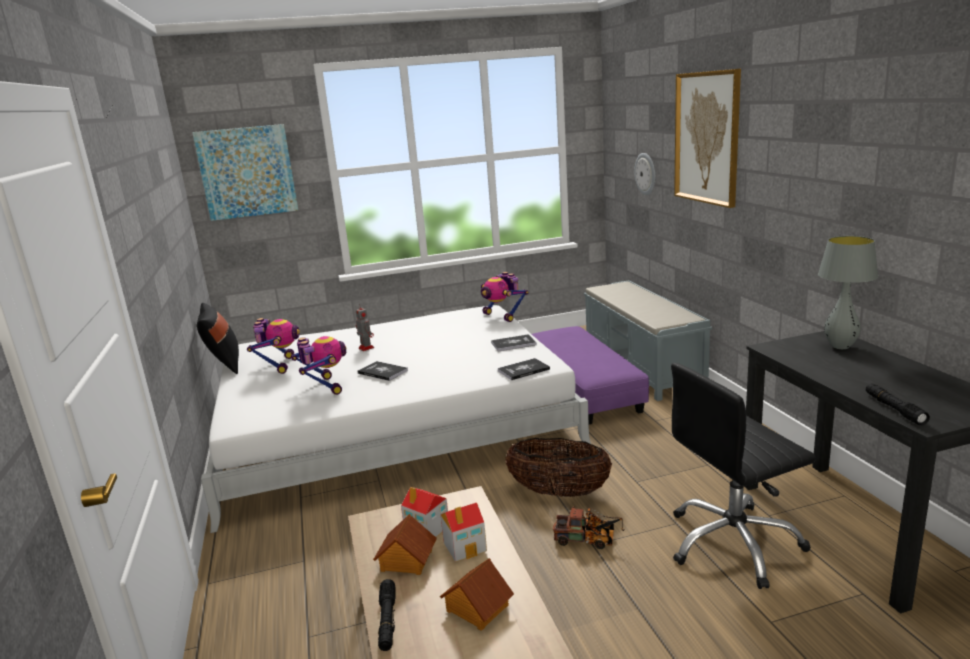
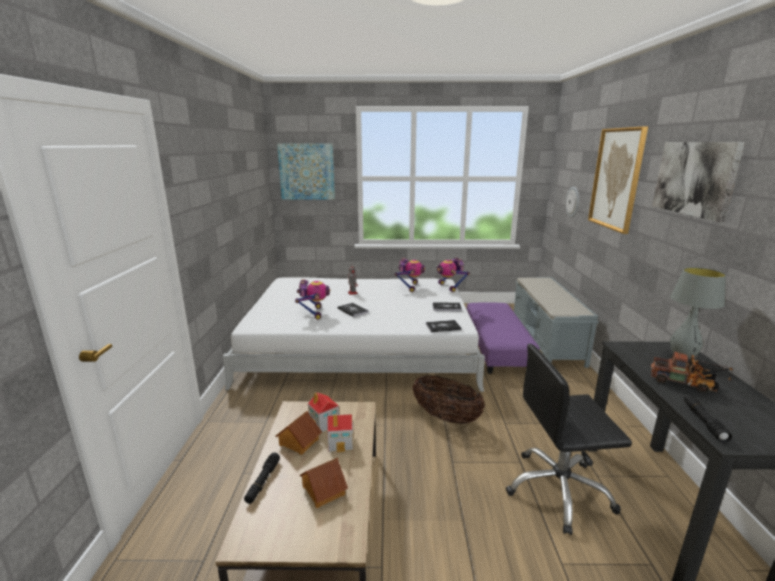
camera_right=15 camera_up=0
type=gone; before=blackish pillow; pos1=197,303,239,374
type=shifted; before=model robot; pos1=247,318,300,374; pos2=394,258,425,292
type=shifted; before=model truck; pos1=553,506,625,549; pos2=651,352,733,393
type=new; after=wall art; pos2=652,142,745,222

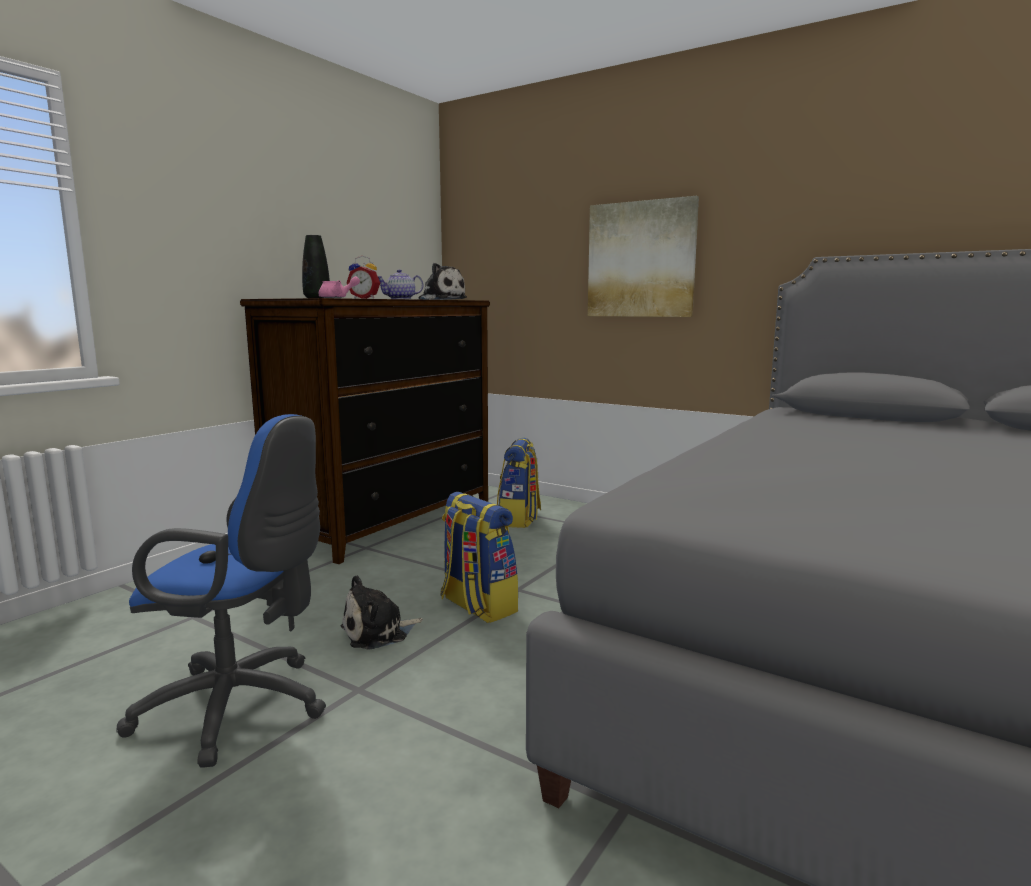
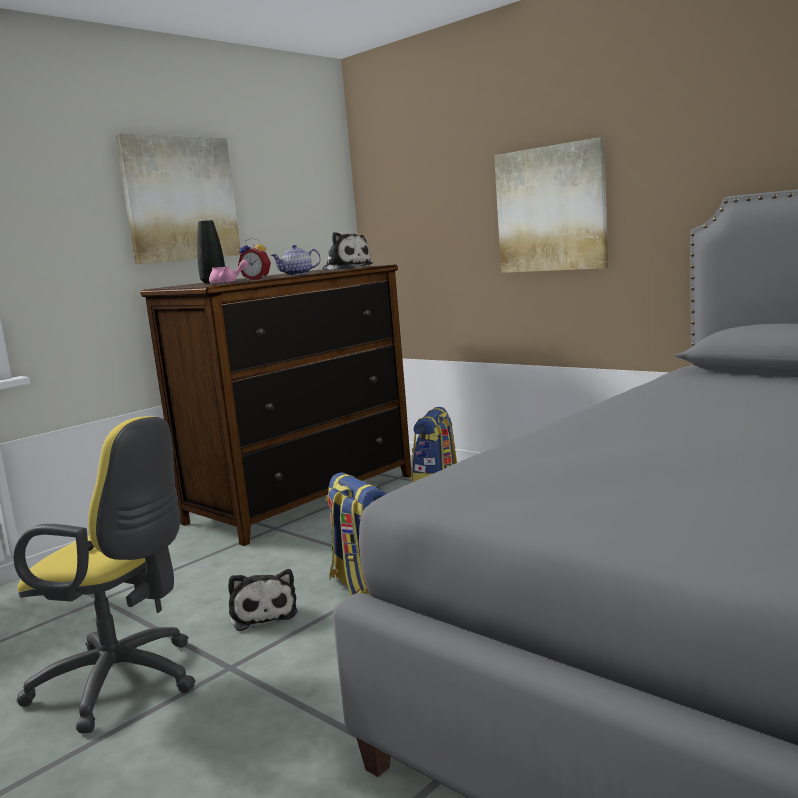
camera_right=10 camera_up=0
type=repainted; before=bluish desk chair; after=yellow-coloured desk chair; pos1=116,414,326,768; pos2=13,416,196,733
type=rotated; before=cuddly toy; pos1=341,575,423,650; pos2=228,569,298,631; turn=-90
type=new; after=wall art; pos2=116,134,241,264

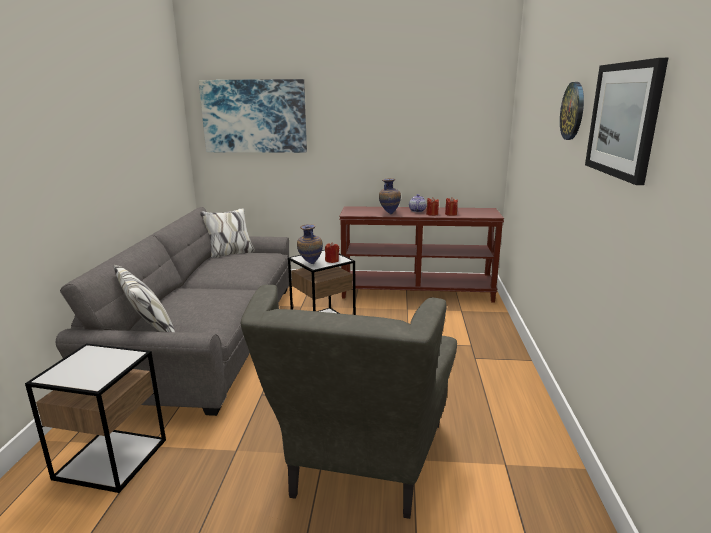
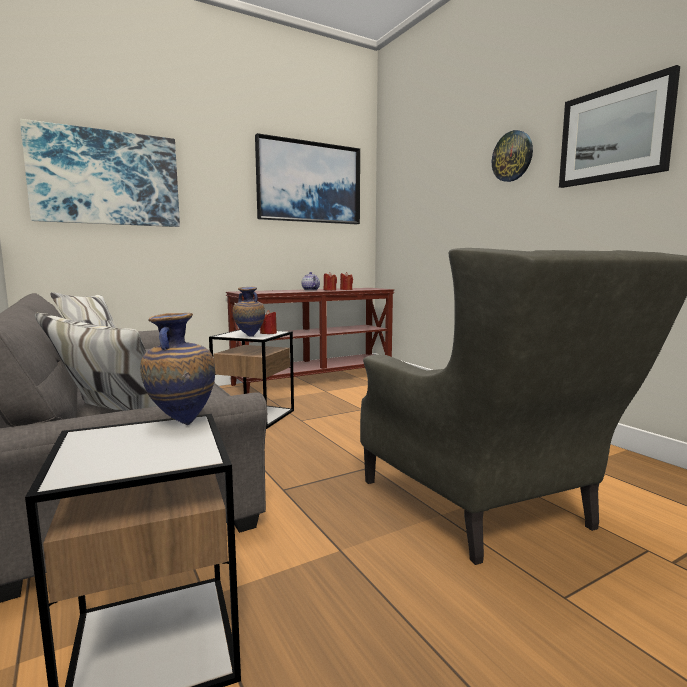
camera_right=-35 camera_up=-10
type=shifted; before=flower vase; pos1=379,178,401,214; pos2=140,313,215,425
type=new; after=wall art; pos2=255,133,360,224

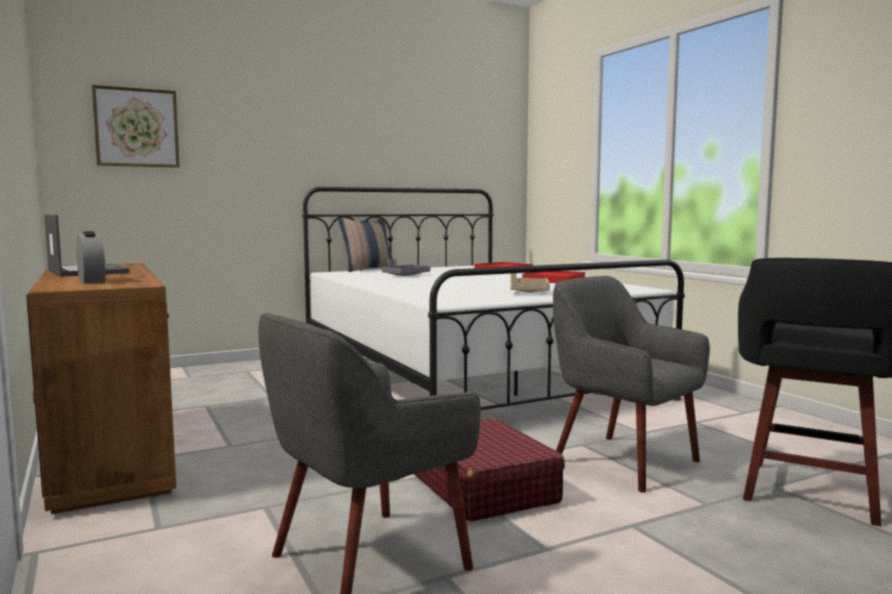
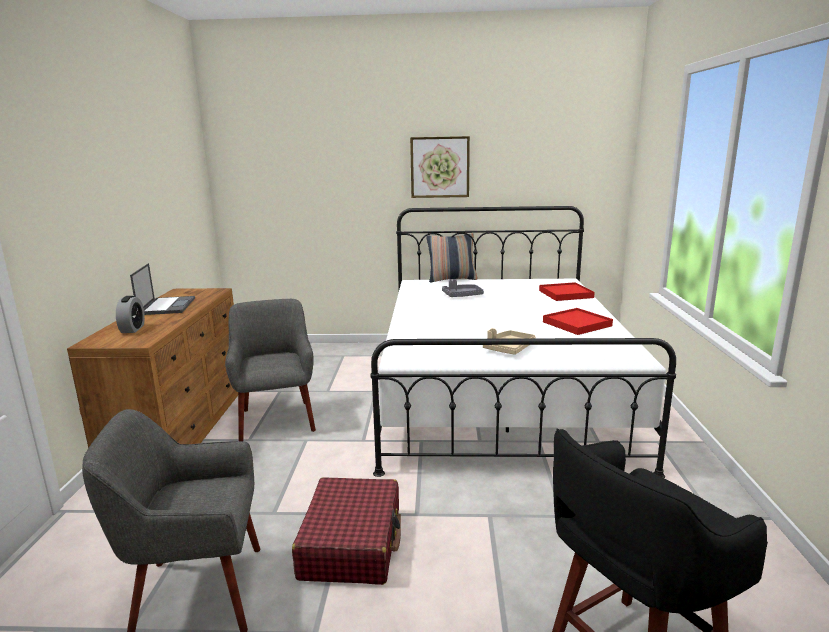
camera_right=30 camera_up=10
type=shifted; before=wall art; pos1=92,85,180,168; pos2=410,136,470,198
type=shifted; before=greyish easy chair; pos1=553,276,710,493; pos2=225,299,316,441

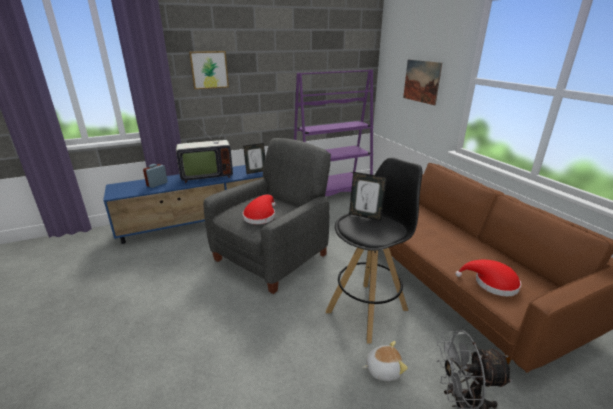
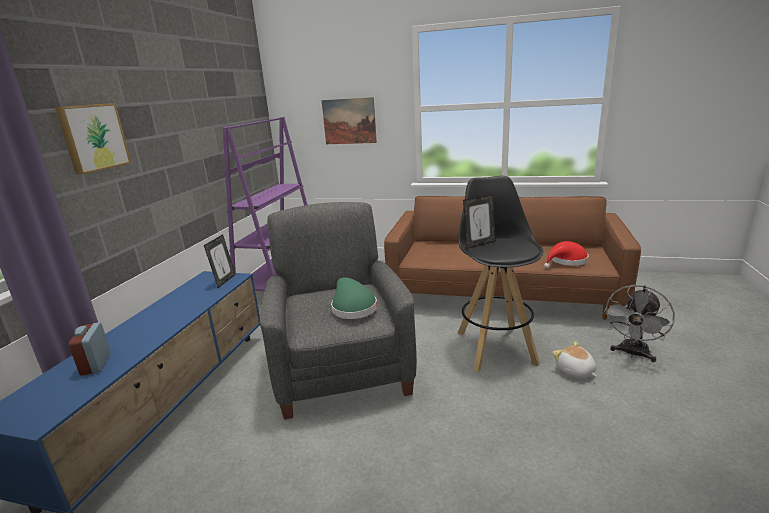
camera_right=-50 camera_up=-5
type=gone; before=television; pos1=176,117,233,183
type=repainted; before=reddish hat; after=green hat; pos1=243,195,276,224; pos2=331,277,377,319
type=rotated; before=cuddly toy; pos1=362,341,408,381; pos2=552,342,597,379; turn=-60

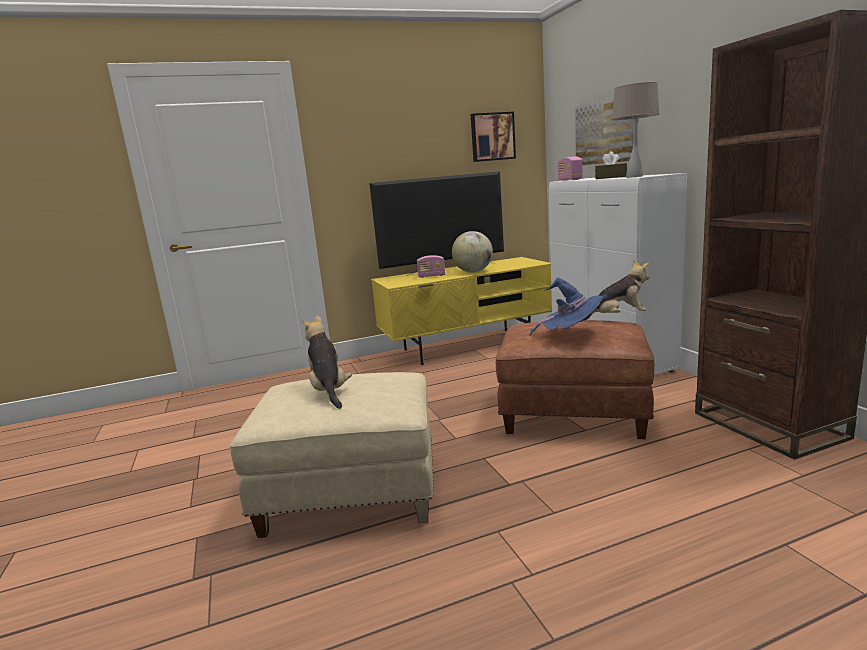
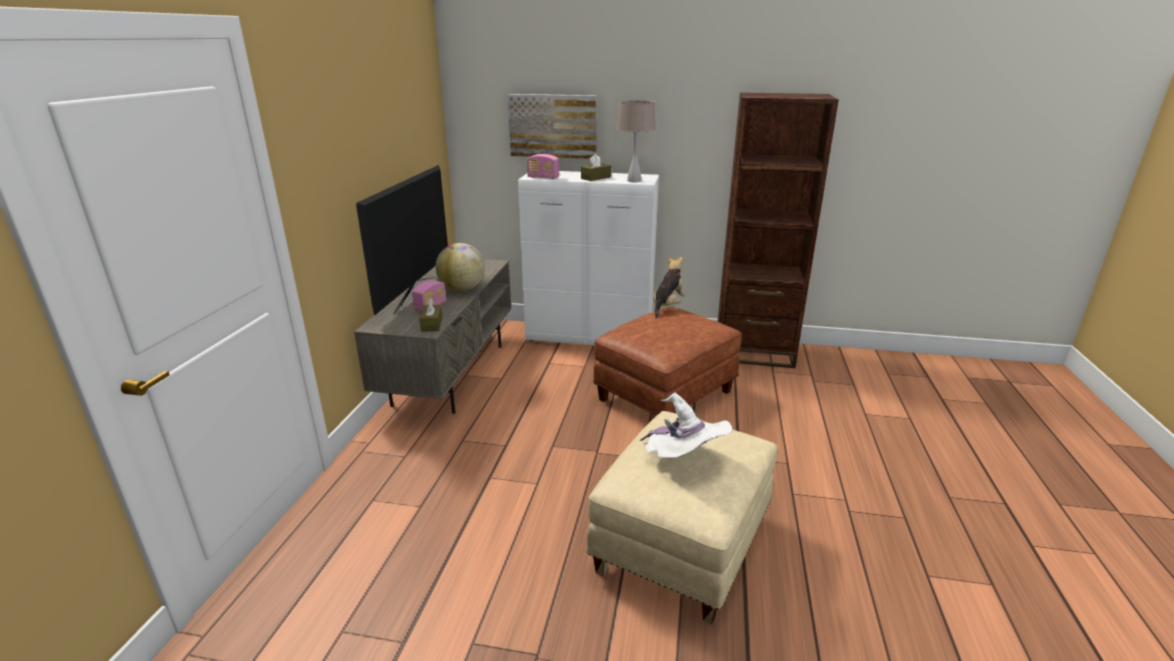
camera_right=-60 camera_up=10
type=swapped; before=cuddly toy; after=white hat; pos1=302,315,352,409; pos2=640,392,733,458
type=repainted; before=yellow-coloured tv stand; after=greyish tv stand; pos1=371,257,552,365; pos2=354,259,511,414
type=gone; before=wall art; pos1=471,112,516,162
type=gone; before=bluish hat; pos1=529,278,607,336
type=new; after=brown-coloured tissue box; pos2=419,298,442,332

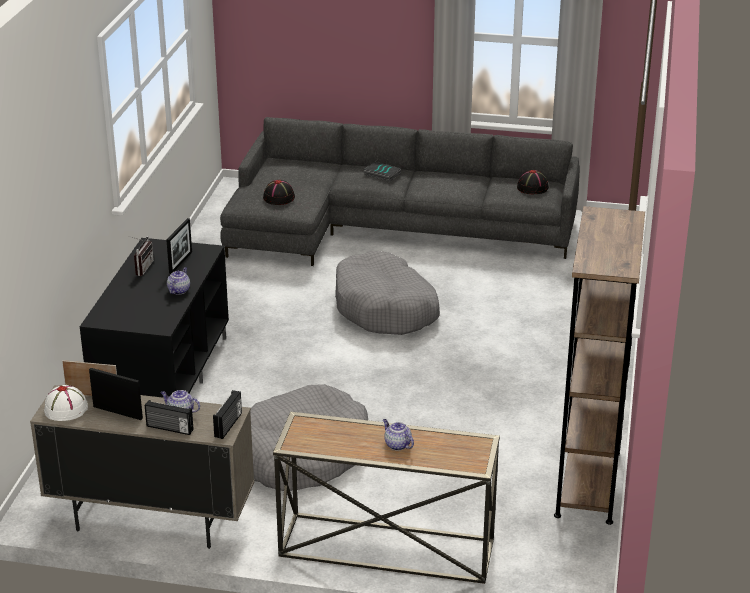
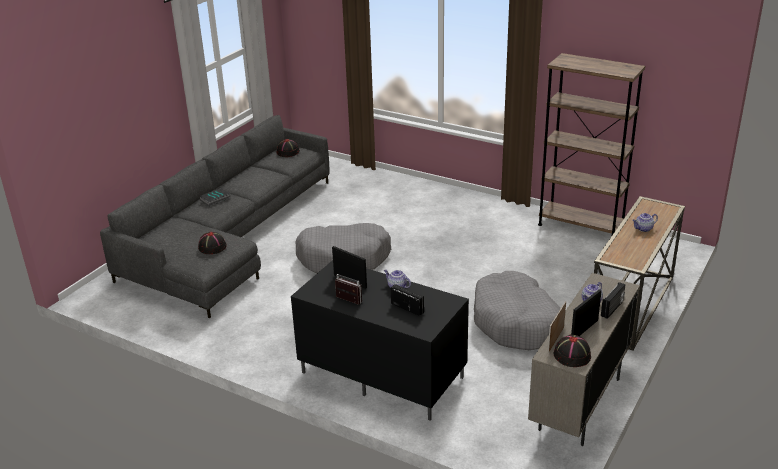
camera_right=-70 camera_up=0
type=repainted; before=white hat; after=blackish hat; pos1=44,385,88,421; pos2=554,335,591,367
type=shifted; before=radio receiver; pos1=213,390,242,439; pos2=391,284,424,316

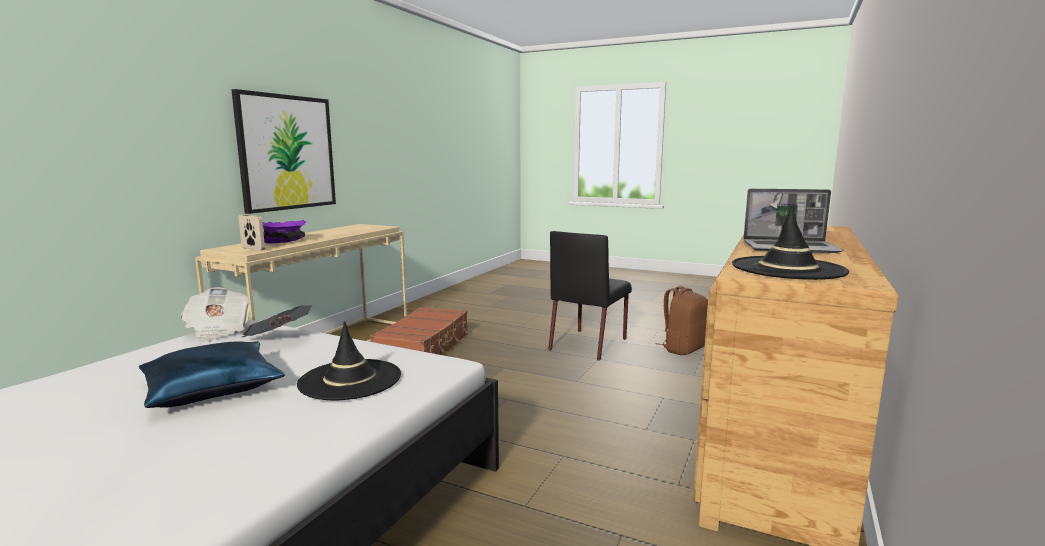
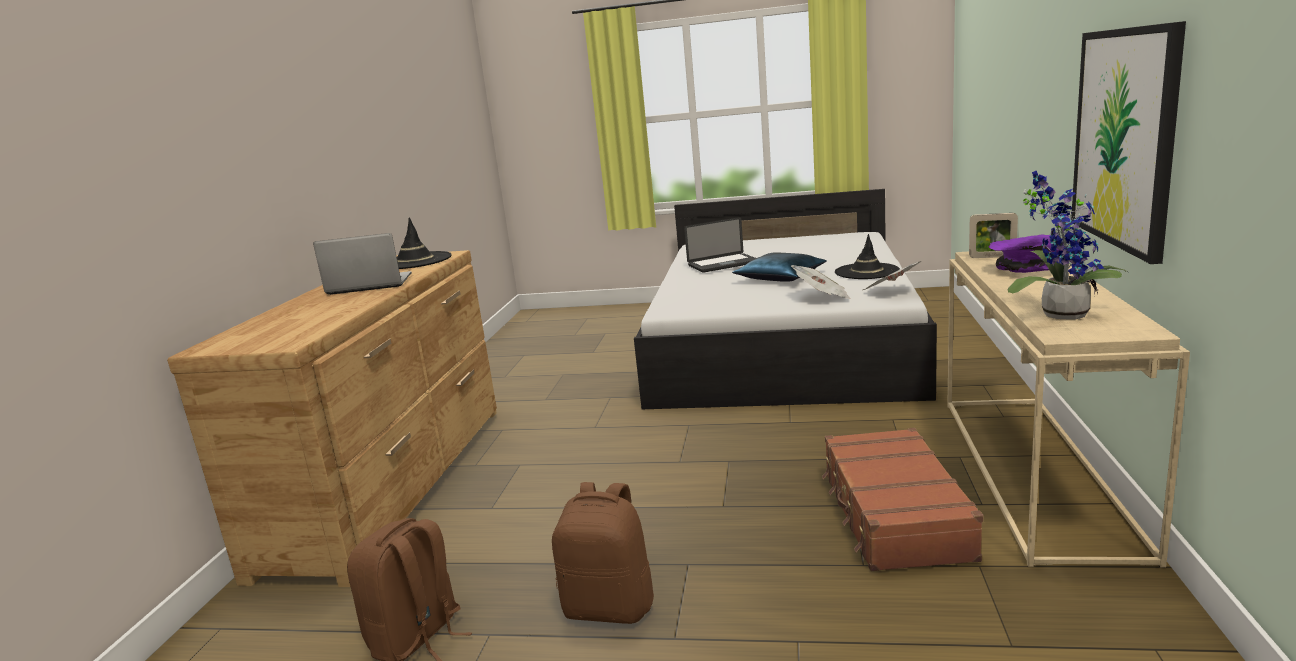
camera_right=165 camera_up=5
type=shifted; before=blackish hat; pos1=297,321,401,400; pos2=835,234,900,279
type=swapped; before=blackish upright chair; after=brown-coloured rucksack; pos1=548,231,632,360; pos2=552,482,654,624
type=new; after=laptop; pos2=684,217,756,273
type=new; after=houseplant; pos2=1007,171,1128,320

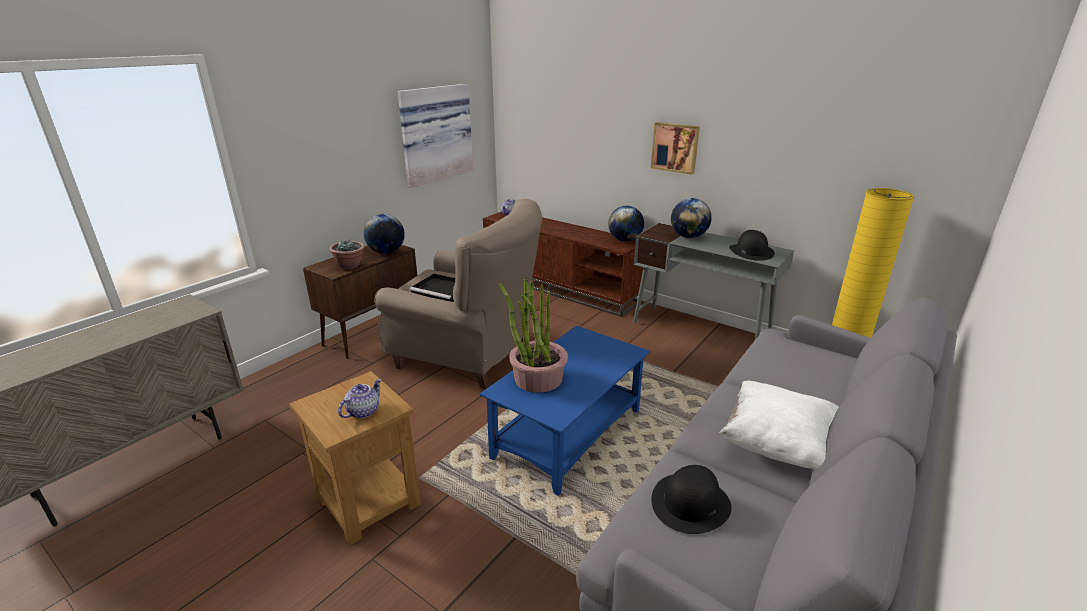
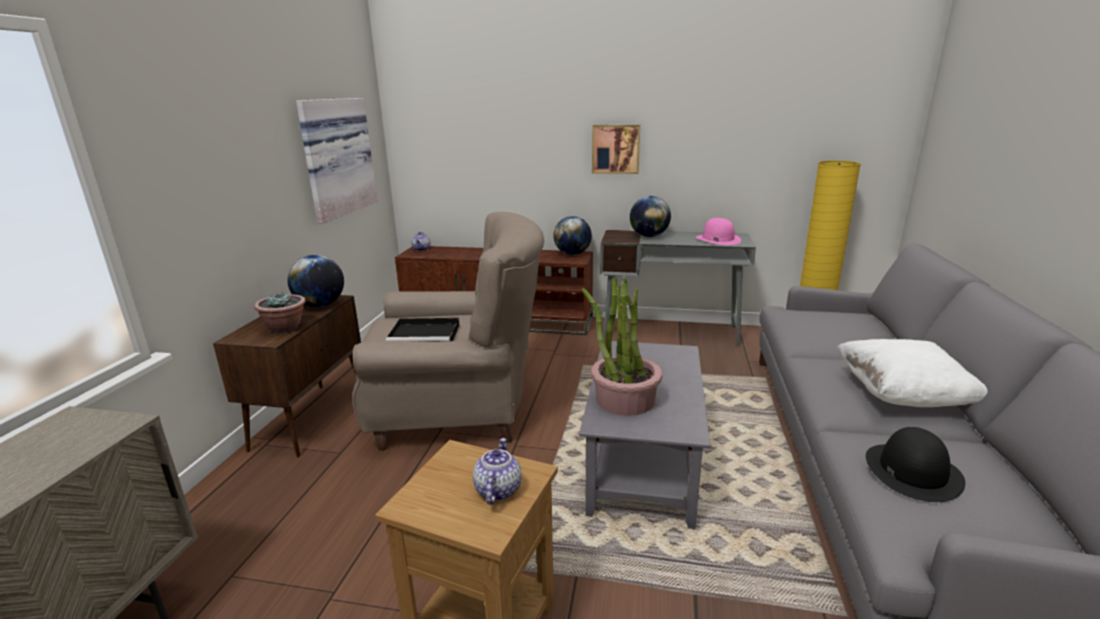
camera_right=-25 camera_up=-5
type=repainted; before=bluish low table; after=greyish low table; pos1=480,326,650,496; pos2=579,340,710,529
type=repainted; before=blackish hat; after=pink-coloured hat; pos1=729,230,775,261; pos2=696,218,741,245

